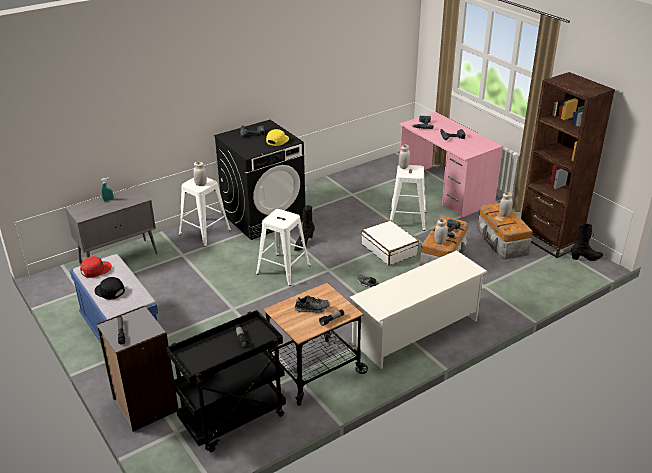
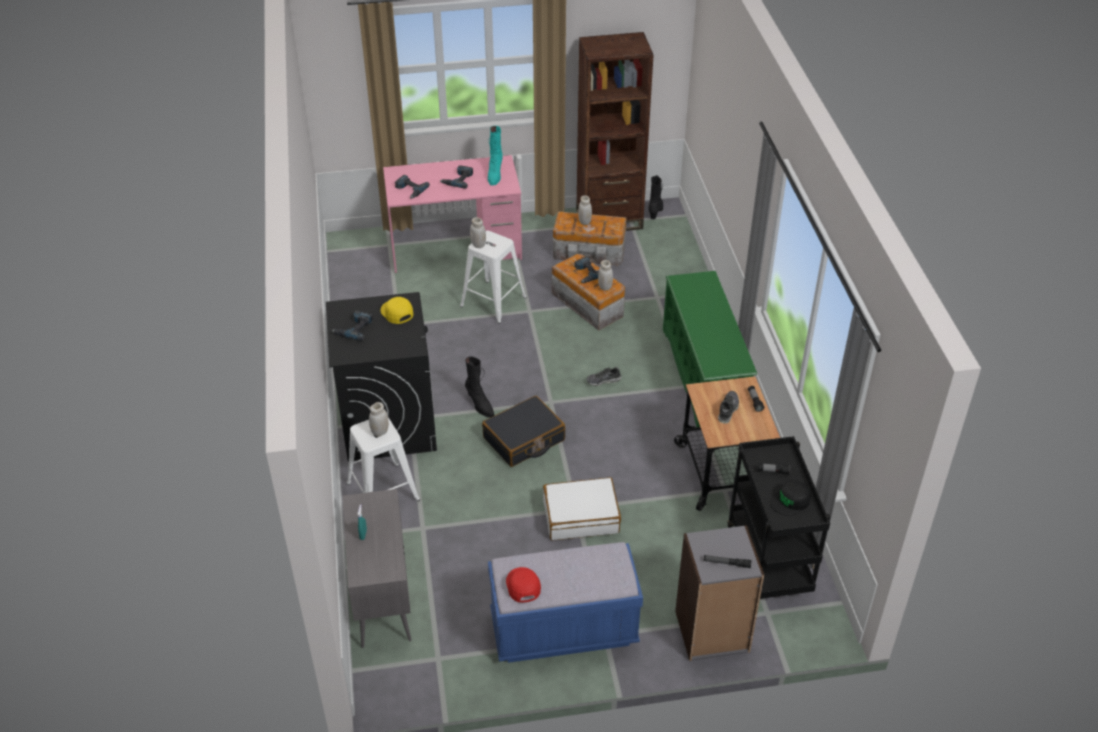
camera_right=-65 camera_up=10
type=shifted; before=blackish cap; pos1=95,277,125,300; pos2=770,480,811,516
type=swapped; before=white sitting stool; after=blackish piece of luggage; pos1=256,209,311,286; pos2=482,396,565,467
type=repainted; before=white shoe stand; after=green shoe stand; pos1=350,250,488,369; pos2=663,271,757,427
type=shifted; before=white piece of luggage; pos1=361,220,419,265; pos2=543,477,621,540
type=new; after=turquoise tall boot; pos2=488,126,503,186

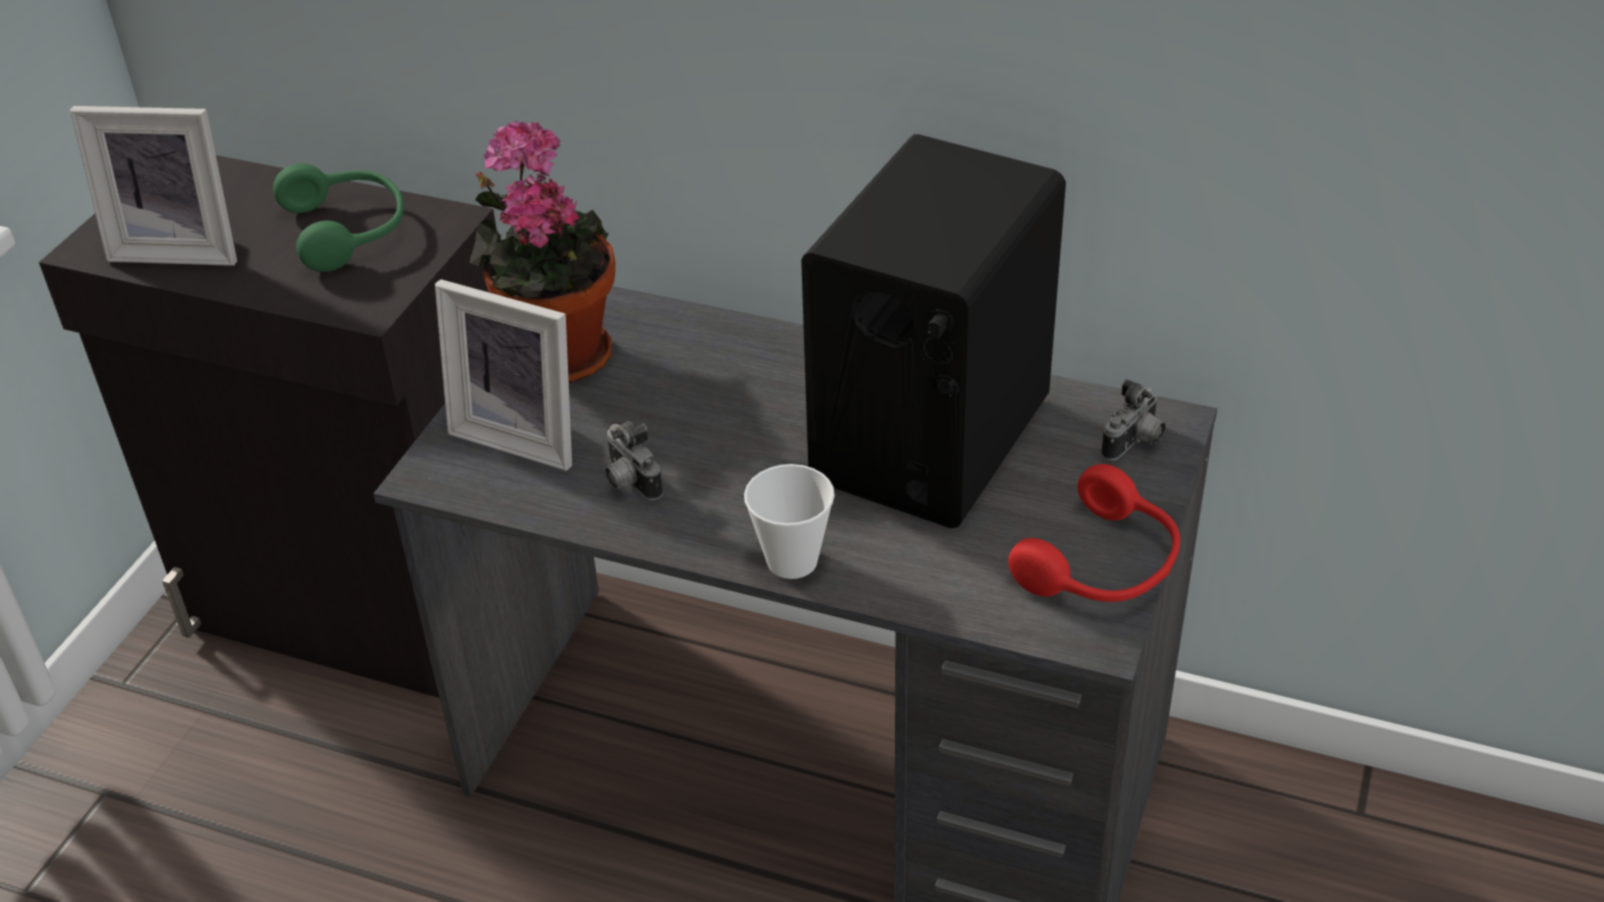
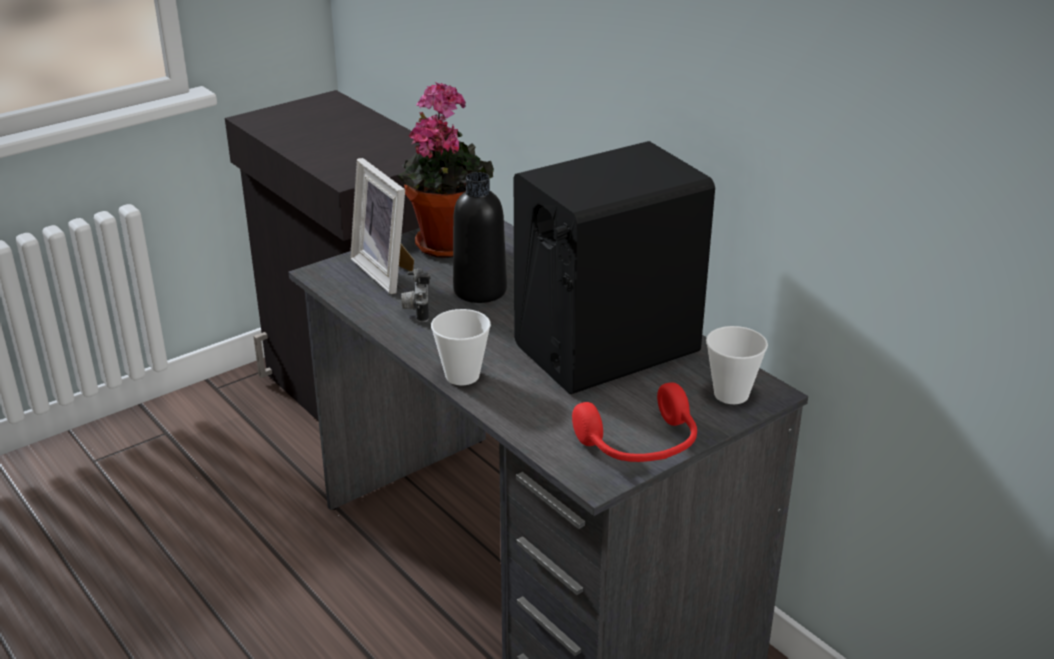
camera_right=30 camera_up=-10
type=gone; before=standing frame; pos1=70,106,237,266
type=gone; before=green headset; pos1=273,163,404,272
type=swapped; before=still camera; after=small cup; pos1=1101,379,1166,461; pos2=706,326,768,404
type=new; after=blackish beverage bottle; pos2=453,172,507,303

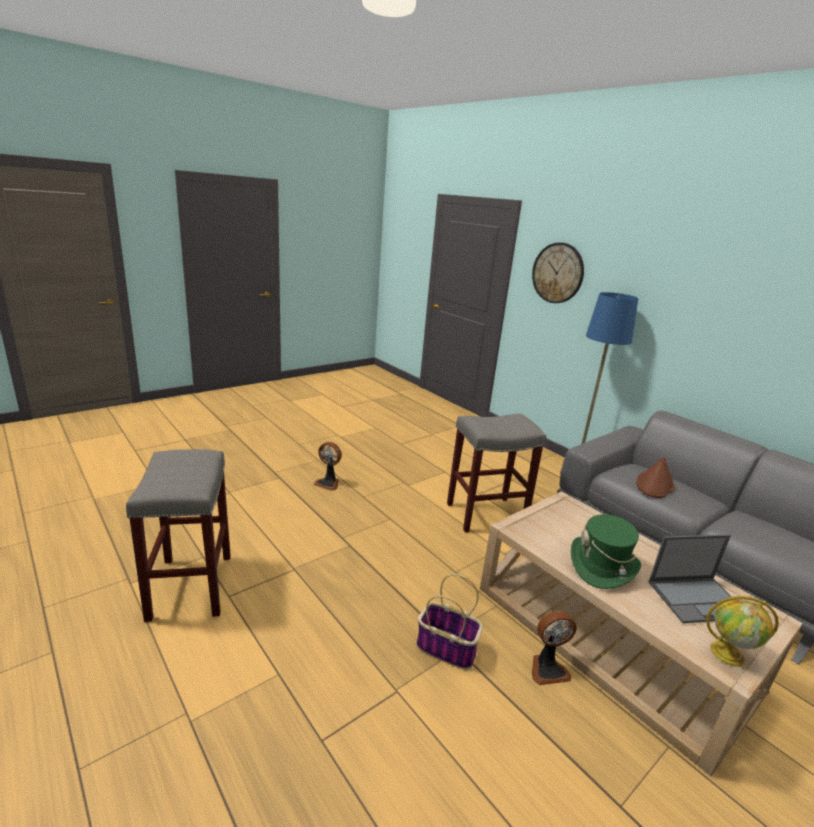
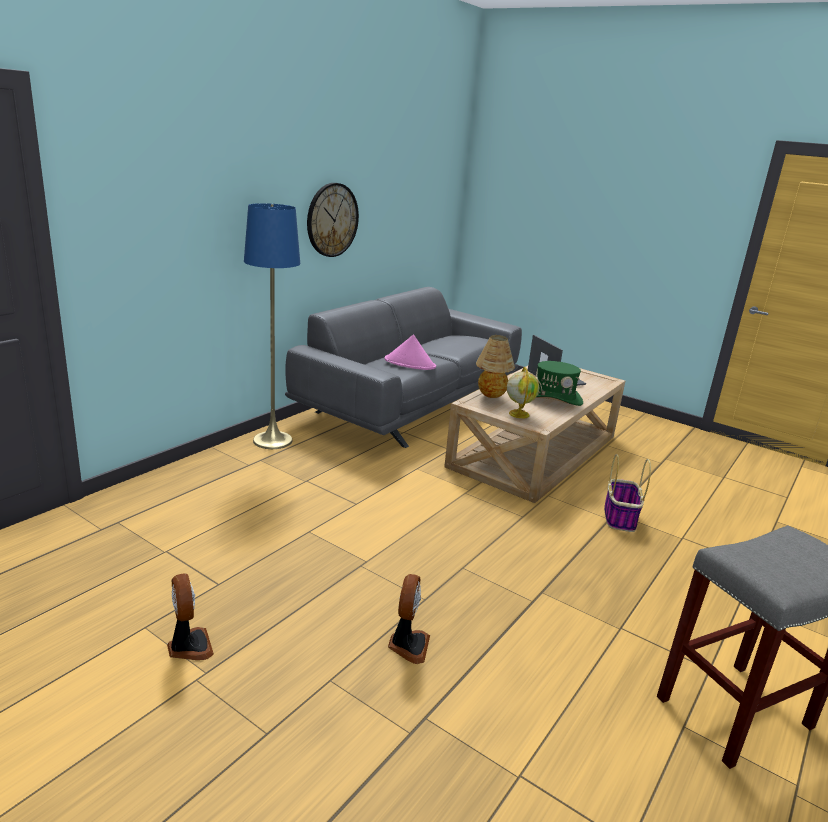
camera_right=-105 camera_up=0
type=gone; before=greyish sitting stool; pos1=447,414,546,532
type=shifted; before=clock on the wall; pos1=532,243,584,303; pos2=307,183,359,257
type=shifted; before=fan; pos1=532,611,577,685; pos2=167,574,214,660
type=repainted; before=brown-coloured hat; after=pink-coloured hat; pos1=636,456,675,498; pos2=384,335,436,370
type=shifted; before=desk globe; pos1=706,596,779,667; pos2=507,367,539,419
type=new; after=tabletop lamp; pos2=476,335,515,398

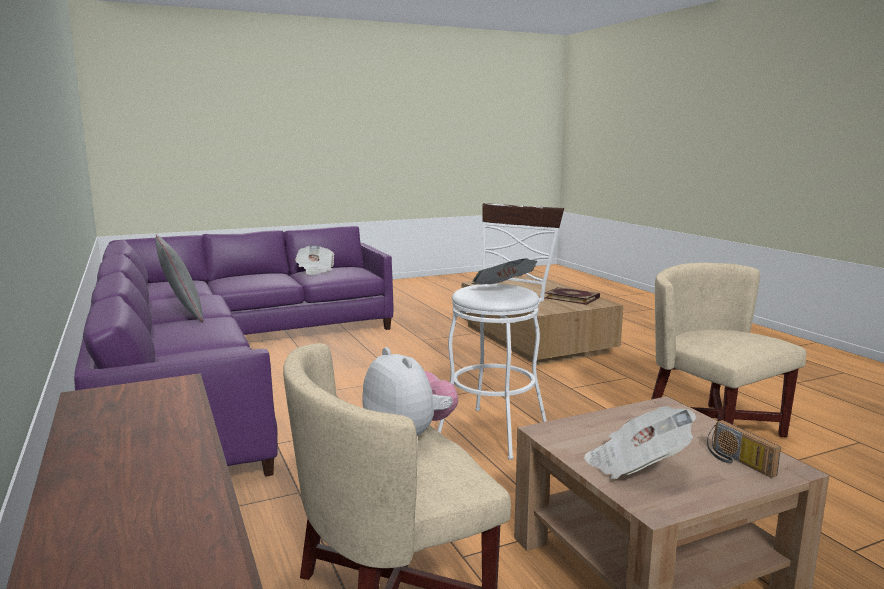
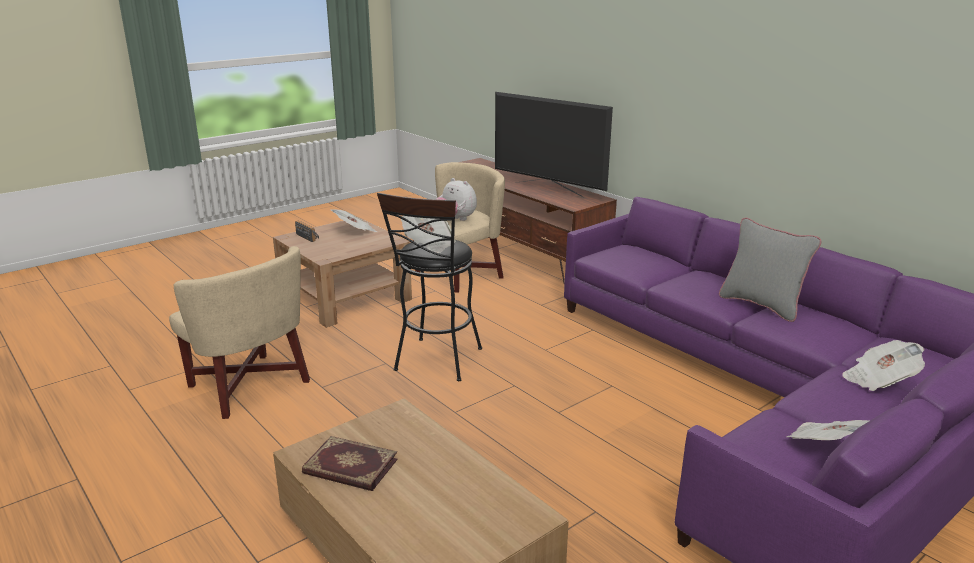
camera_right=165 camera_up=10
type=repainted; before=white sitting stool; after=blackish sitting stool; pos1=437,203,564,460; pos2=377,193,482,381
type=new; after=television; pos2=495,92,613,197
type=new; after=daily paper; pos2=842,340,925,391

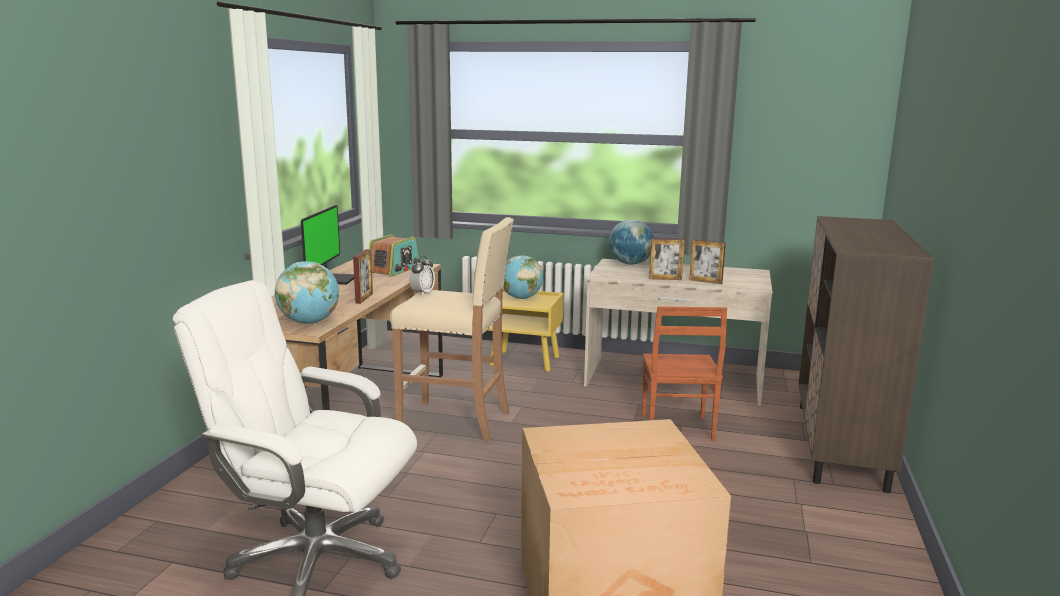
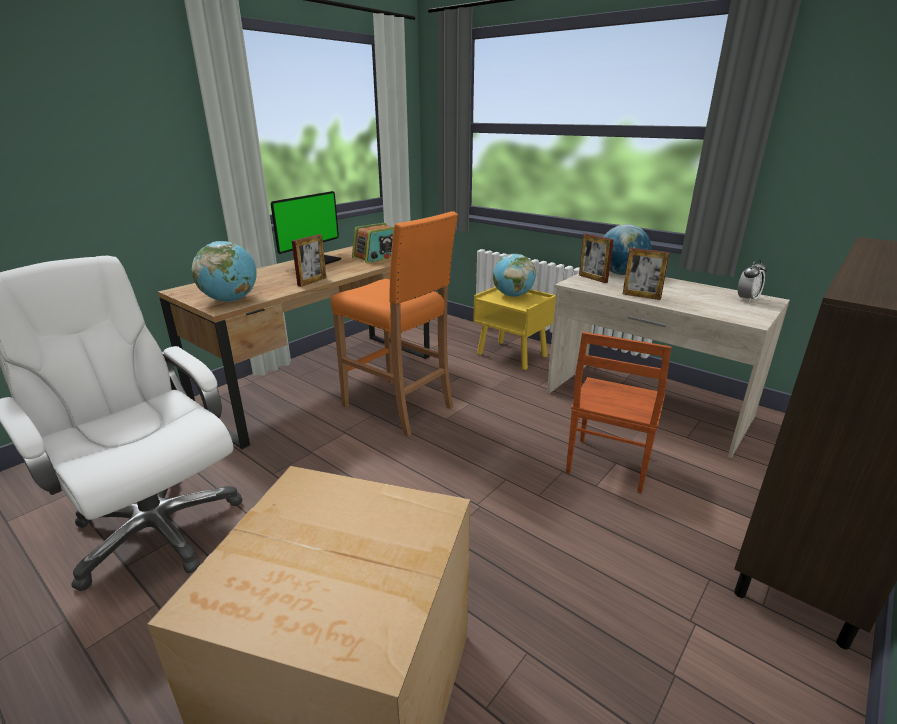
camera_right=25 camera_up=10
type=repainted; before=beige-coloured sitting stool; after=orange-coloured sitting stool; pos1=390,217,514,442; pos2=331,211,458,436
type=shifted; before=bedside clock; pos1=409,255,435,296; pos2=738,259,767,303
type=shifted; before=standing frame; pos1=689,239,726,284; pos2=579,234,614,283

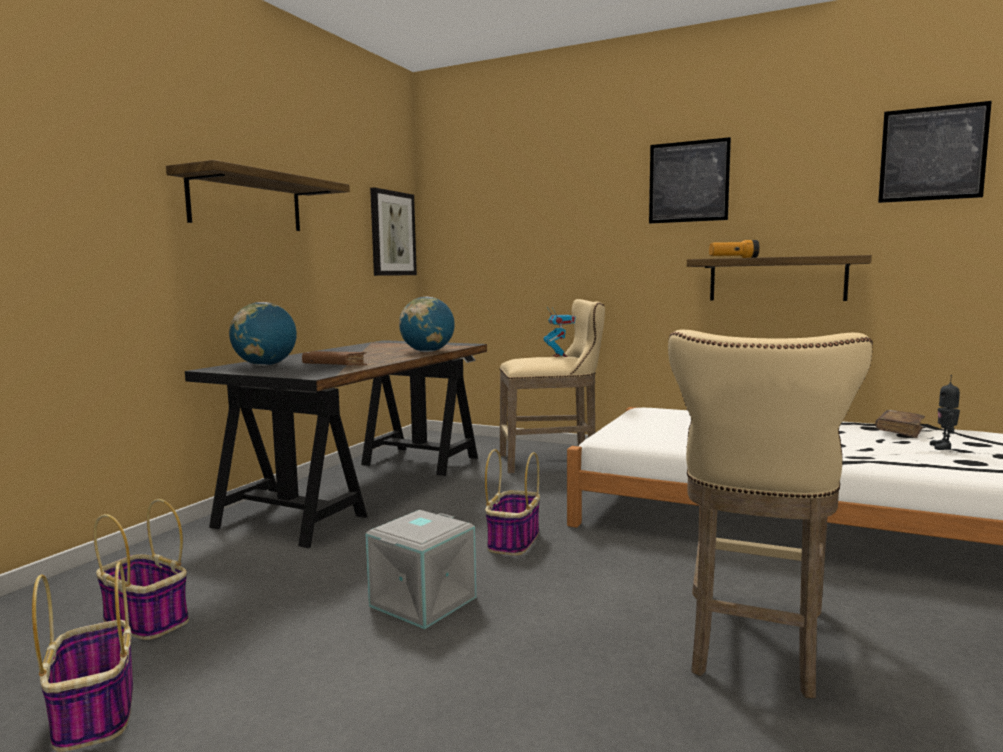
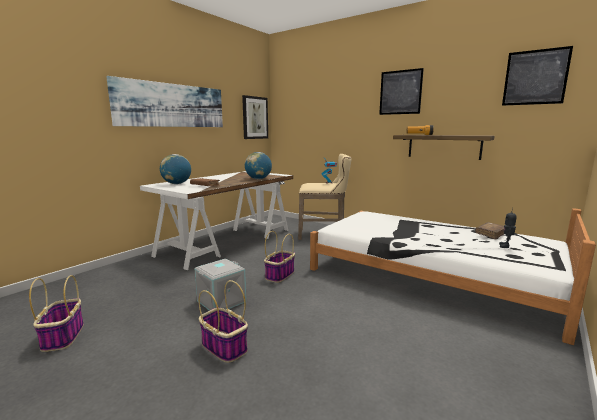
camera_right=10 camera_up=5
type=shifted; before=basket; pos1=93,499,189,640; pos2=198,280,248,363
type=swapped; before=wall shelf; after=wall art; pos1=166,160,350,231; pos2=106,76,223,127
type=repainted; before=blackish desk table; after=white desk table; pos1=185,340,487,548; pos2=140,171,293,270
type=gone; before=beige-coloured sitting stool; pos1=668,330,873,698

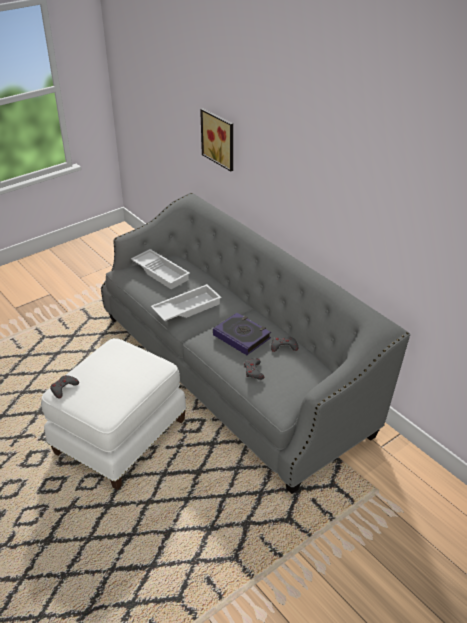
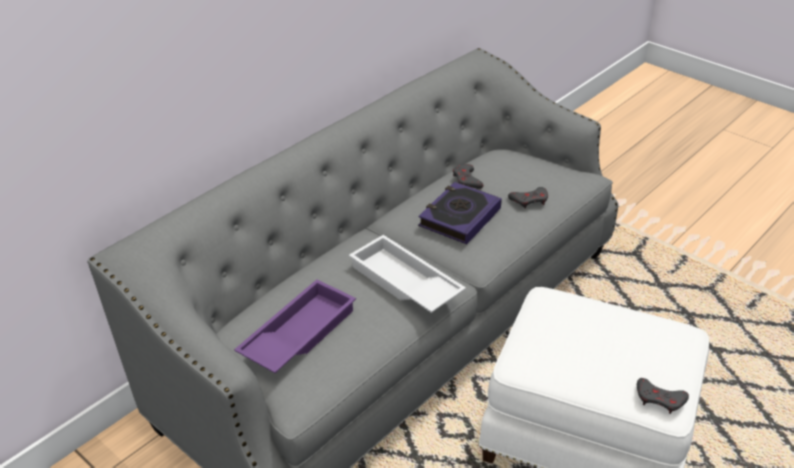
camera_right=-100 camera_up=0
type=repainted; before=white carrying tray; after=purple carrying tray; pos1=131,249,190,289; pos2=234,279,356,373
type=gone; before=wall art; pos1=200,108,233,171

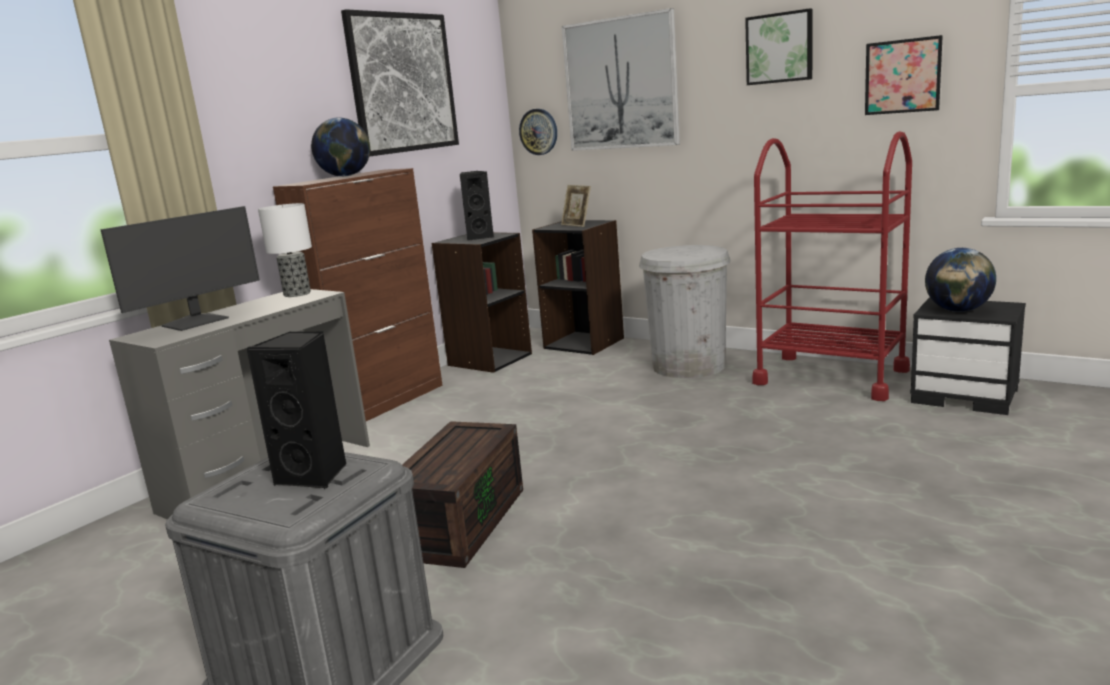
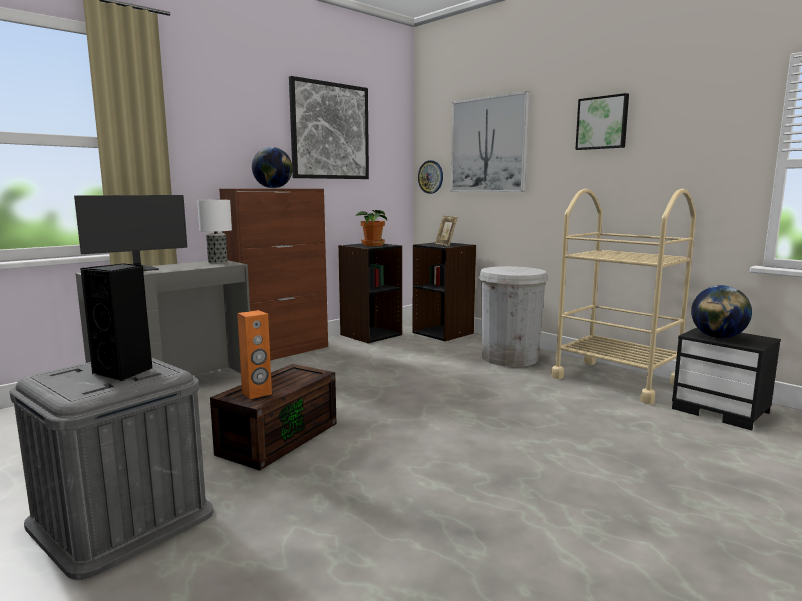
camera_right=10 camera_up=-5
type=swapped; before=blackish audio speaker; after=houseplant; pos1=460,171,494,241; pos2=355,210,387,246
type=repainted; before=reddish wheeled cart; after=beige-coloured wheeled cart; pos1=752,131,912,401; pos2=551,188,696,404
type=gone; before=wall art; pos1=865,35,943,115
type=new; after=orange-coloured audio speaker; pos2=237,310,272,399

